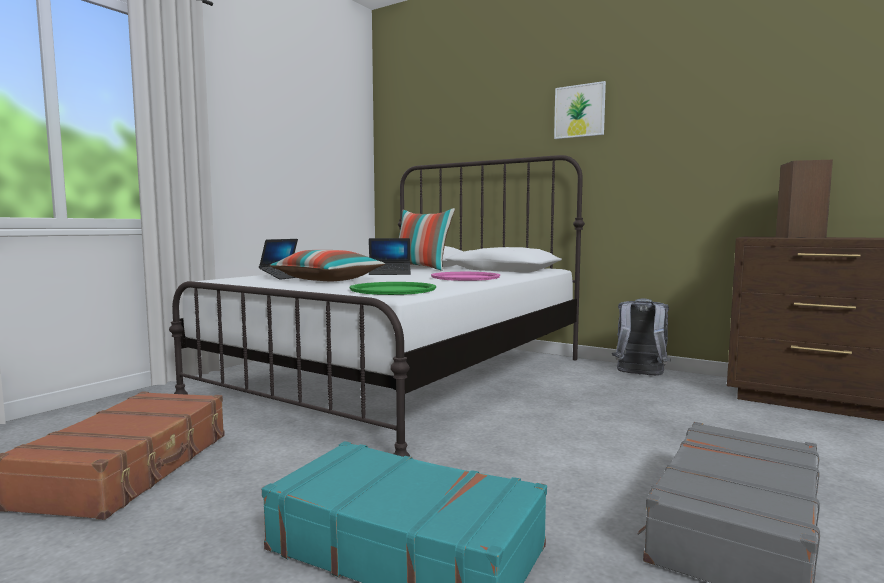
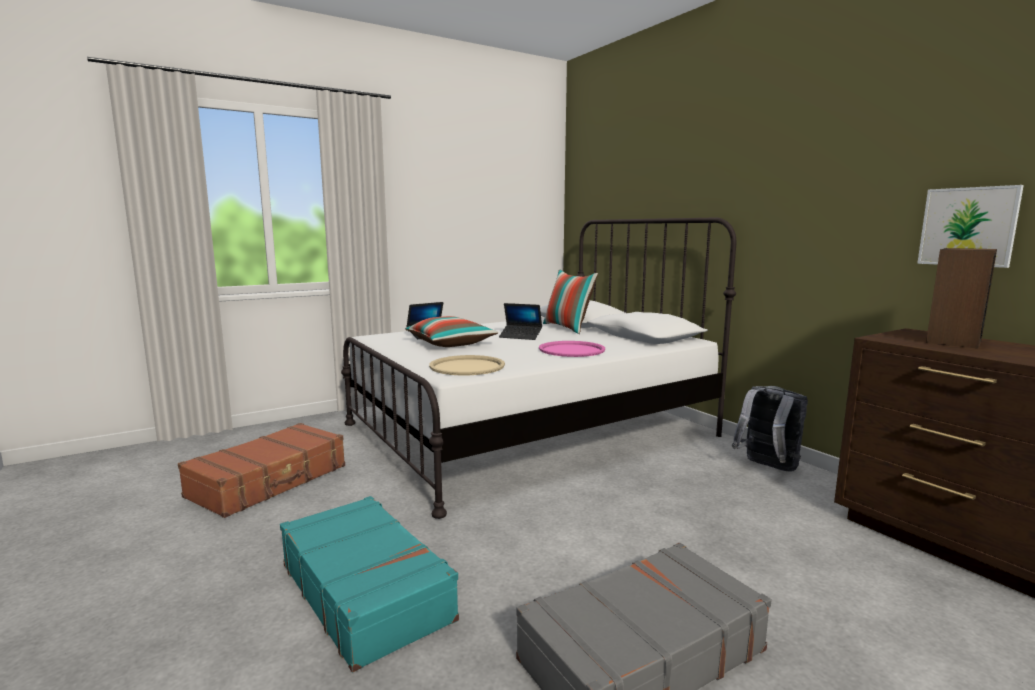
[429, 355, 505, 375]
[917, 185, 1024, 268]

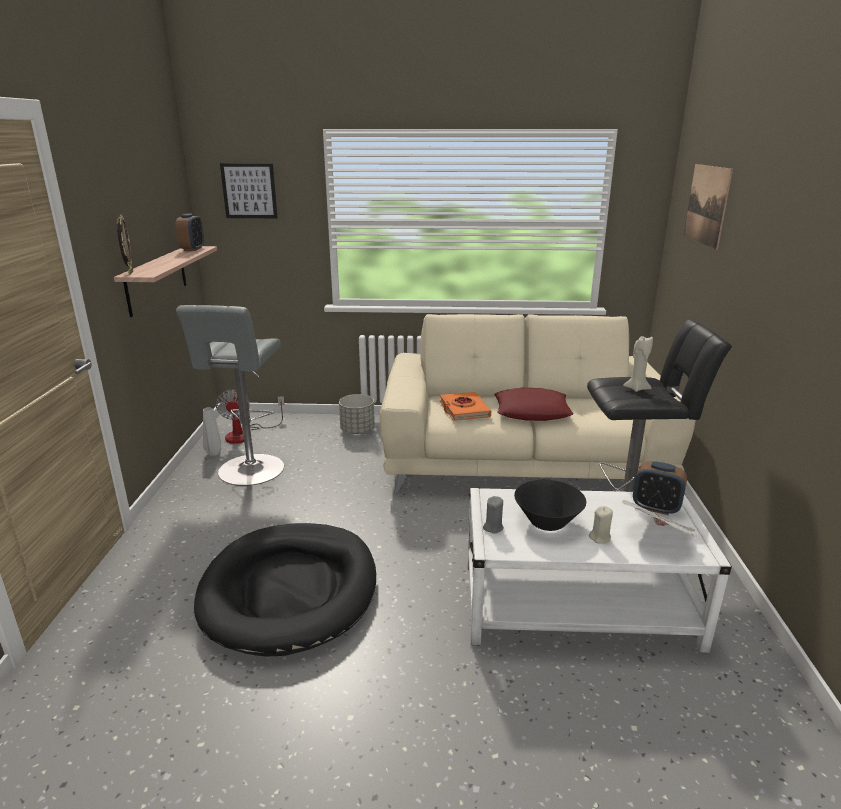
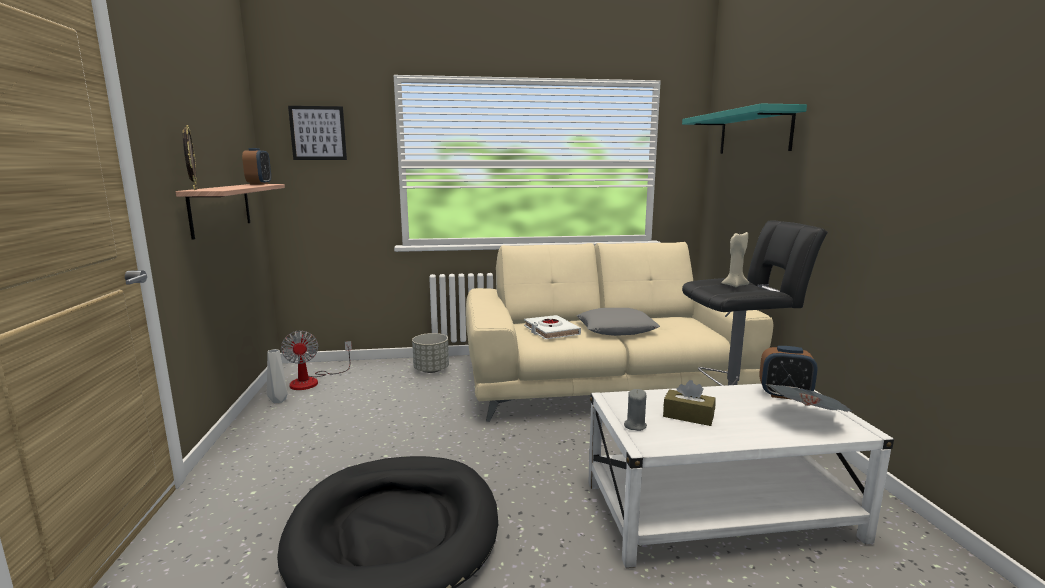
[524, 315, 581, 339]
[577, 308, 660, 336]
[663, 380, 716, 426]
[682, 104, 807, 154]
[176, 305, 284, 486] (first image)
[589, 506, 613, 544] (first image)

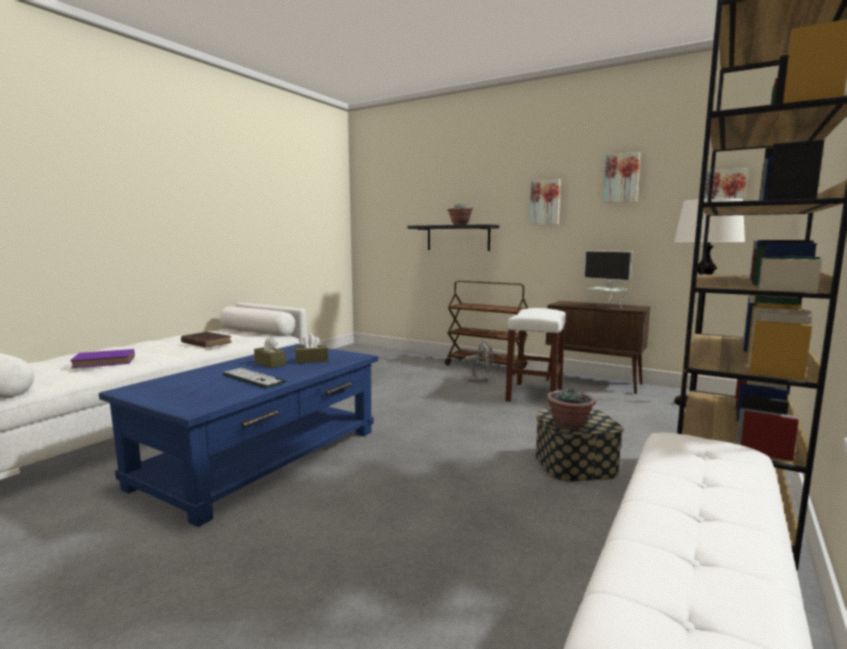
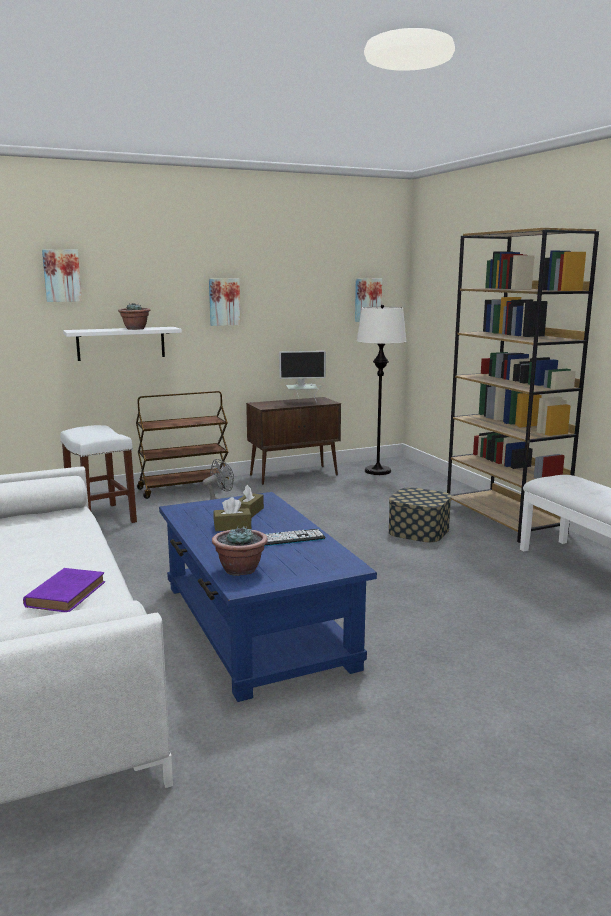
[42, 249, 82, 302]
[60, 425, 137, 523]
[63, 327, 182, 361]
[212, 525, 268, 576]
[181, 332, 232, 348] (first image)

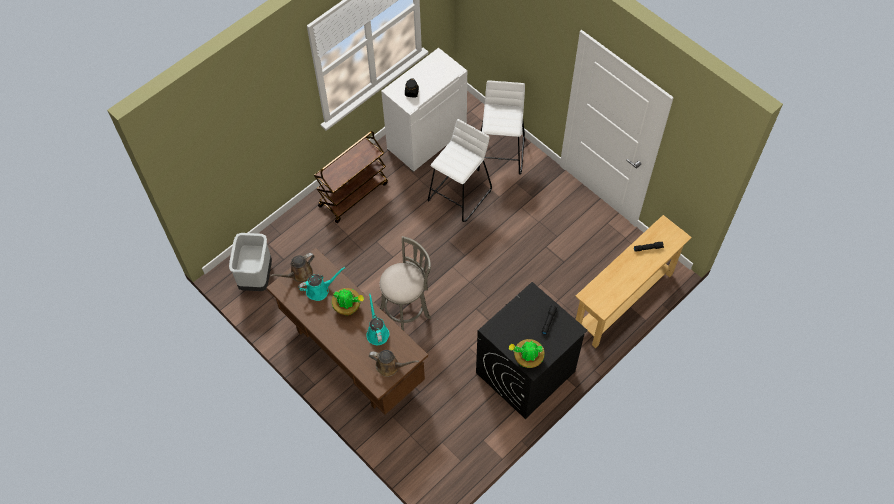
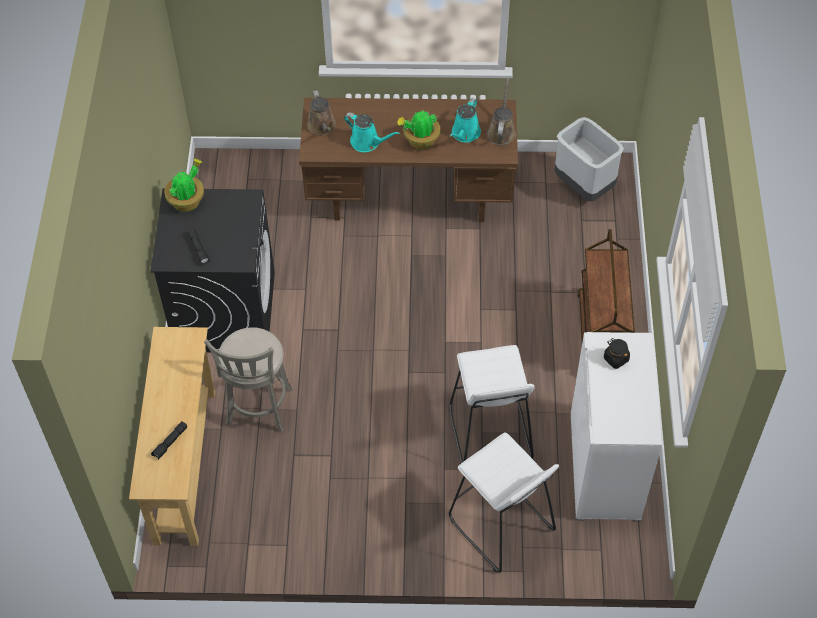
[204, 327, 293, 432]
[307, 90, 336, 135]

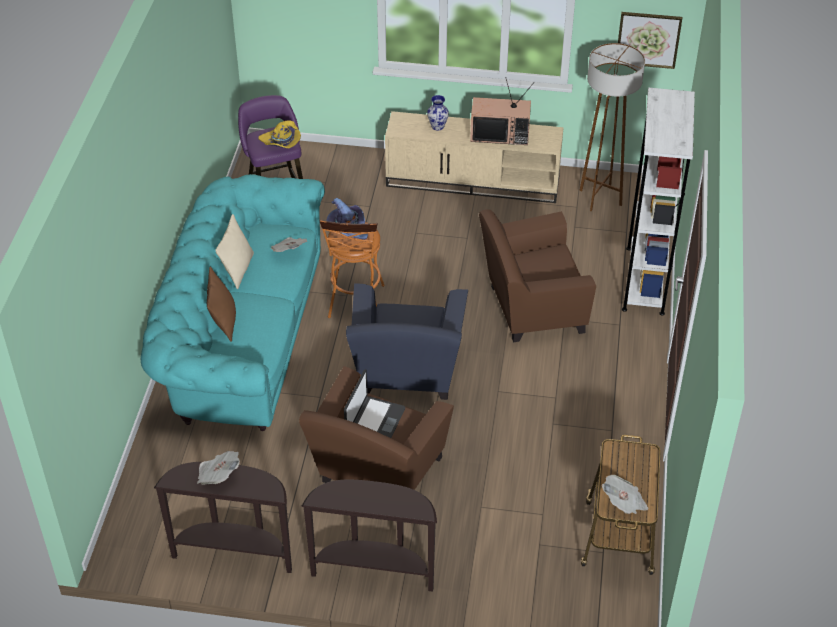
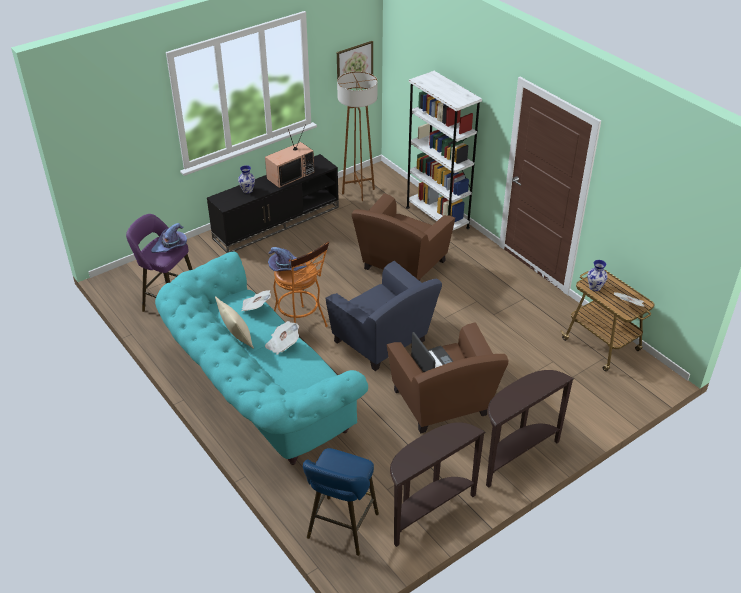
[151, 223, 187, 253]
[207, 154, 339, 253]
[265, 321, 299, 355]
[303, 448, 379, 556]
[587, 260, 608, 291]
[207, 266, 236, 342] (first image)

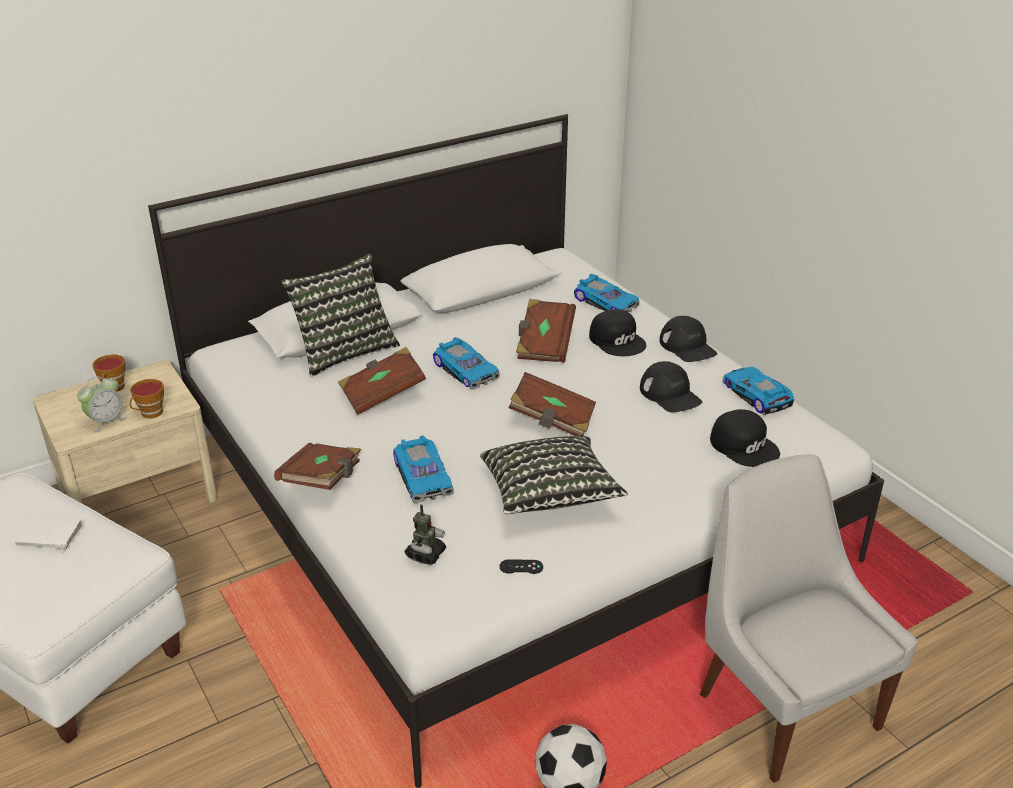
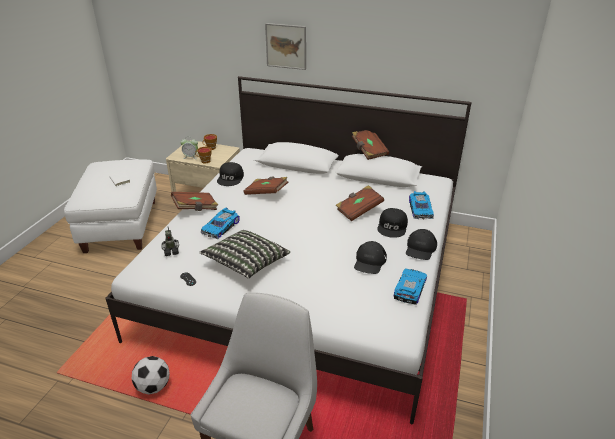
[217, 162, 244, 186]
[265, 23, 306, 70]
[352, 130, 389, 160]
[281, 253, 400, 377] (first image)
[433, 337, 500, 390] (first image)

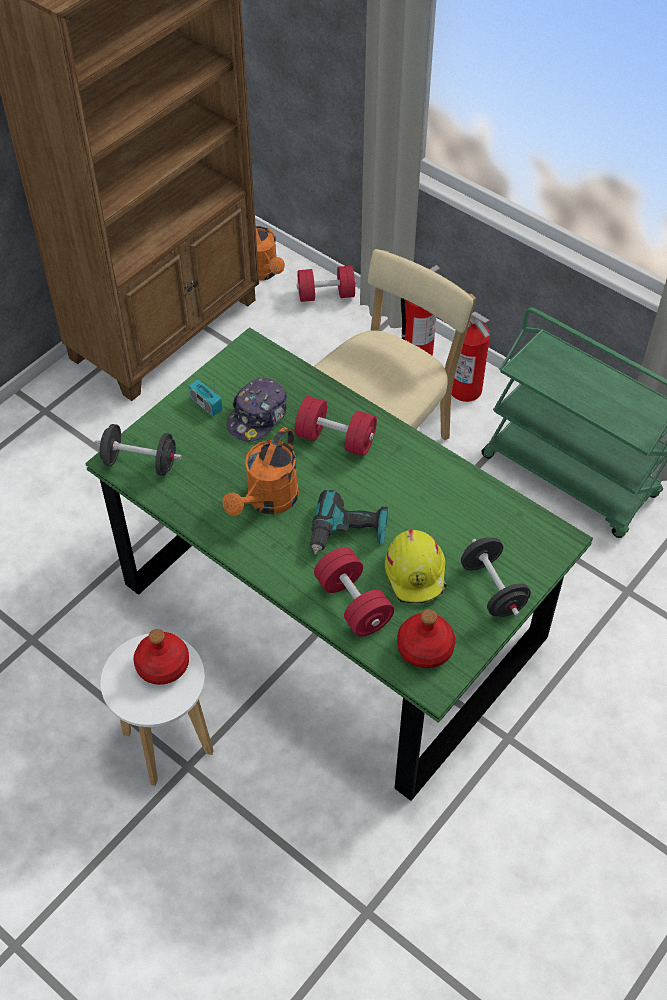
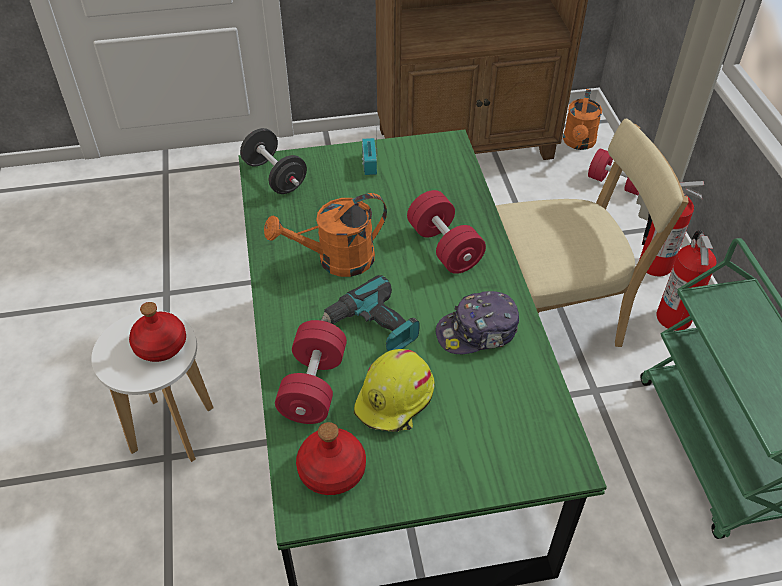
[436, 291, 519, 354]
[461, 538, 531, 617] (first image)

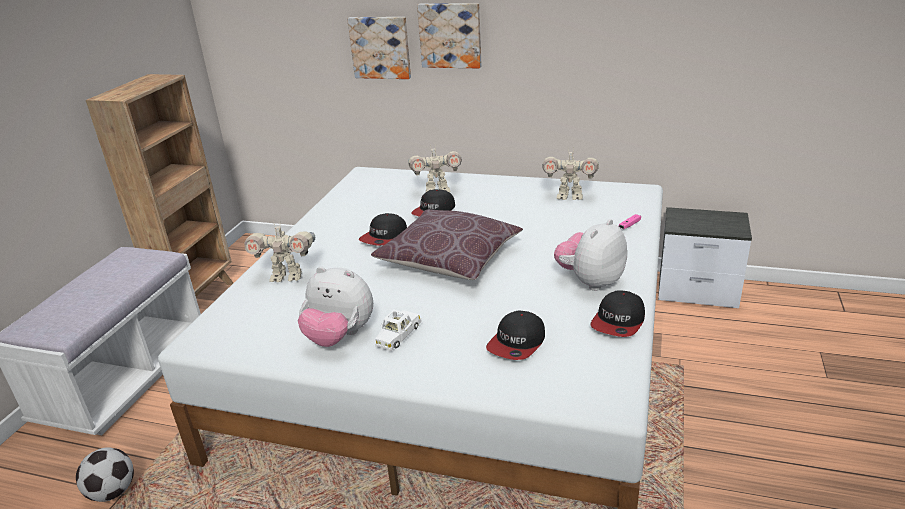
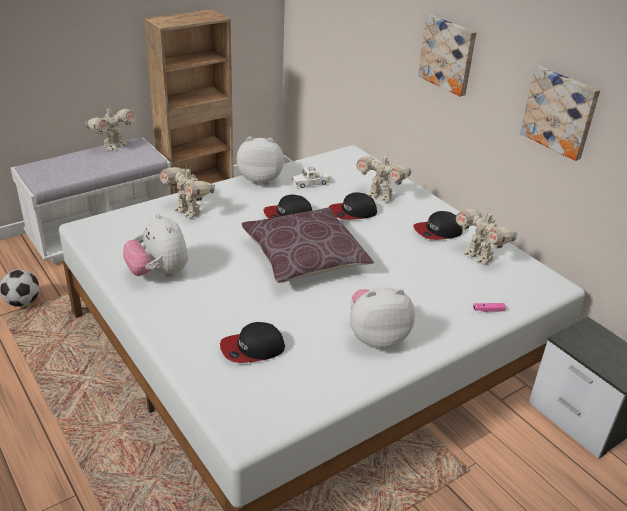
[85, 106, 136, 151]
[237, 137, 284, 185]
[292, 166, 330, 188]
[413, 211, 463, 240]
[520, 66, 600, 161]

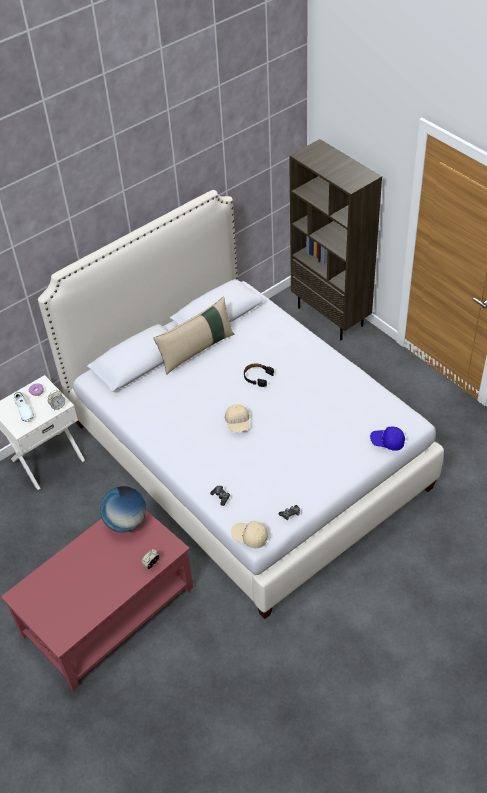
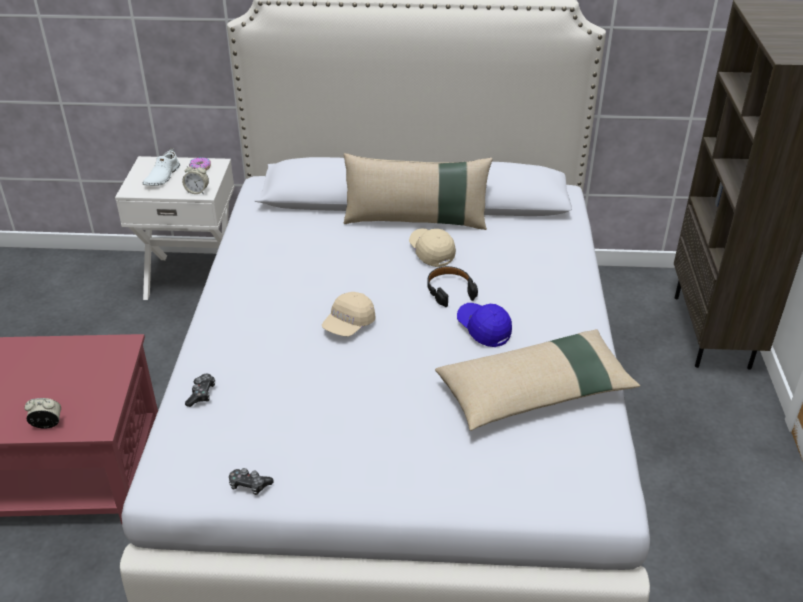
[409, 229, 456, 267]
[435, 329, 640, 431]
[457, 303, 512, 347]
[100, 486, 146, 533] (first image)

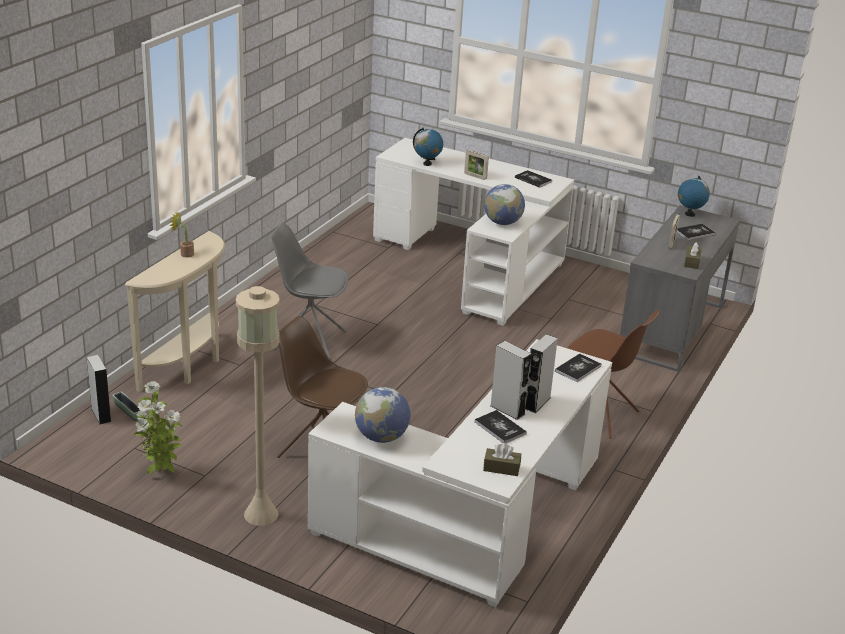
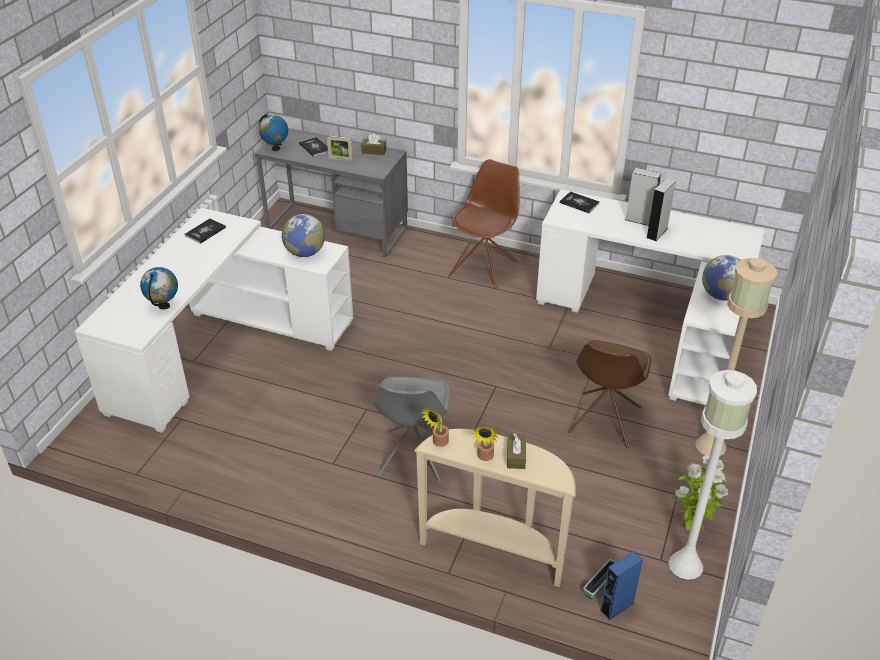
[421, 408, 449, 447]
[507, 434, 526, 469]
[600, 551, 643, 620]
[668, 370, 757, 580]
[464, 150, 489, 180] (first image)
[474, 410, 527, 443] (first image)

